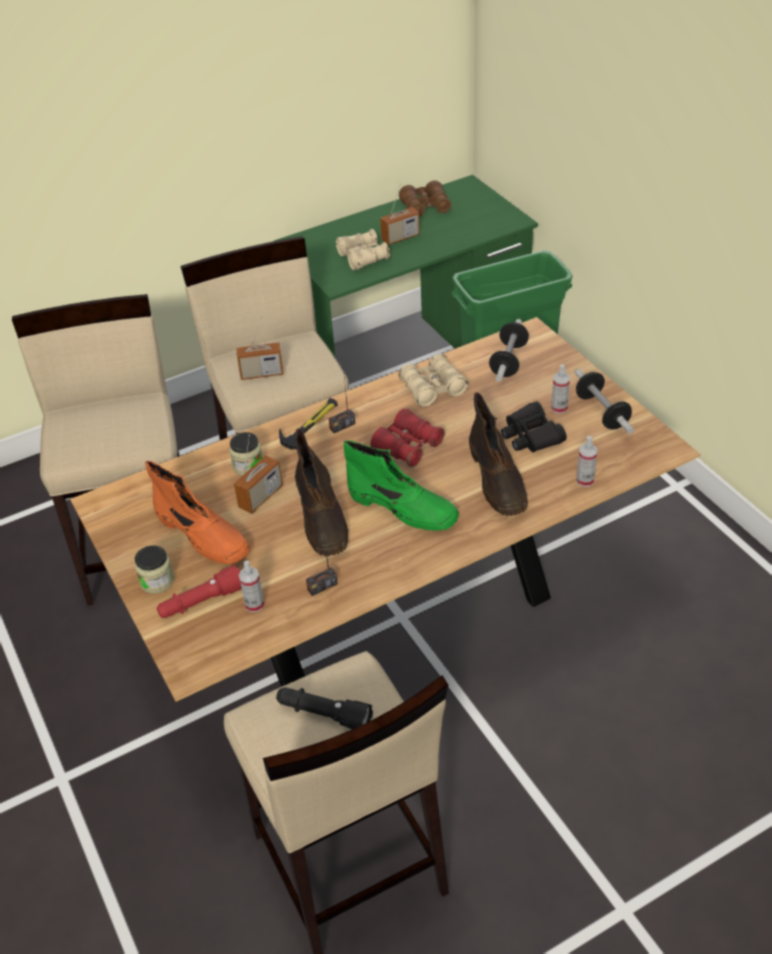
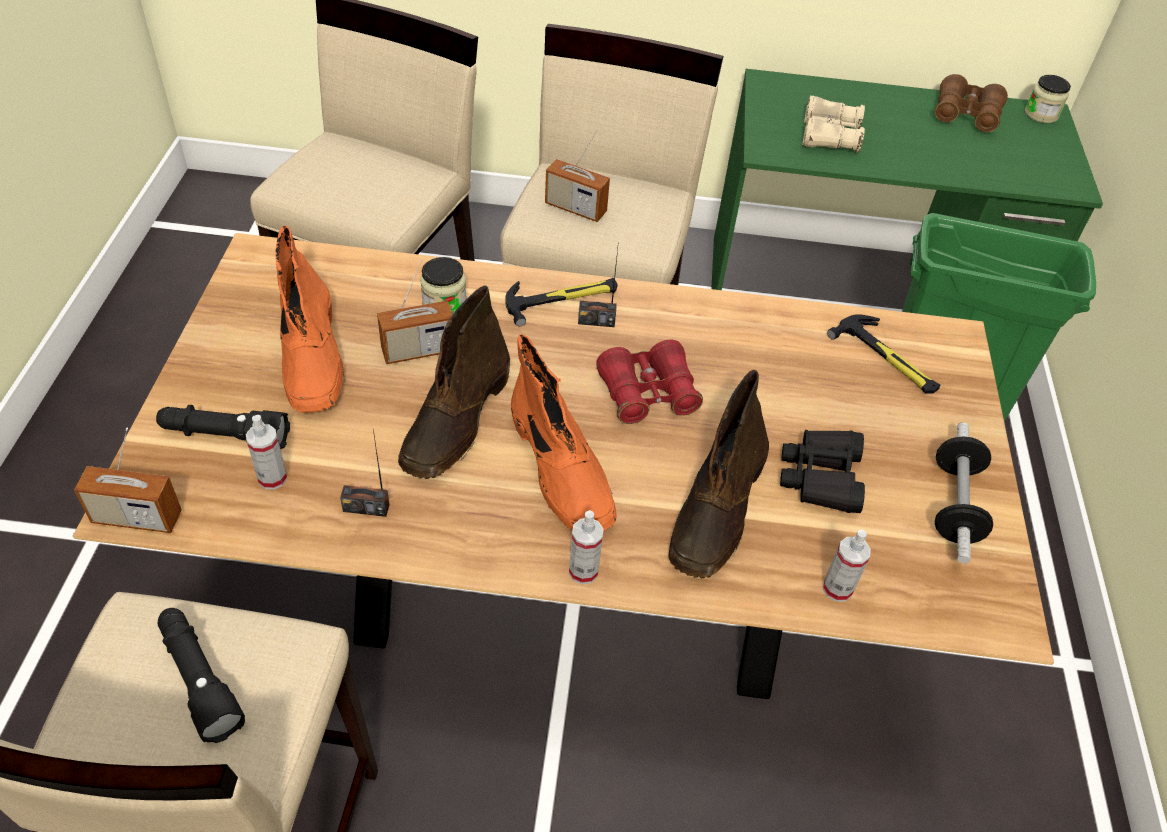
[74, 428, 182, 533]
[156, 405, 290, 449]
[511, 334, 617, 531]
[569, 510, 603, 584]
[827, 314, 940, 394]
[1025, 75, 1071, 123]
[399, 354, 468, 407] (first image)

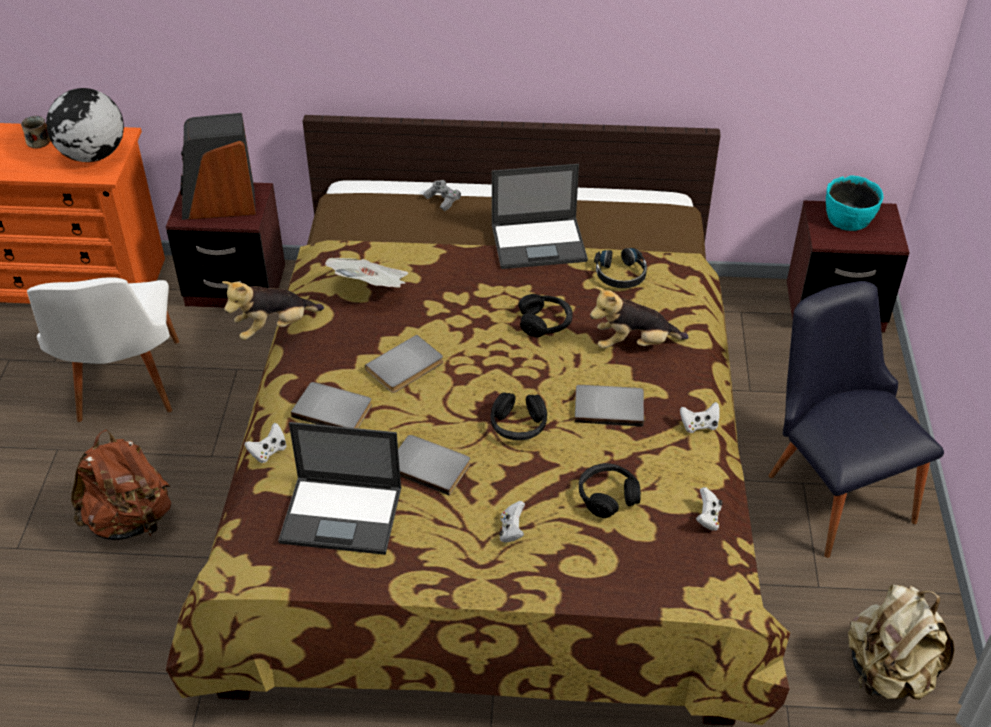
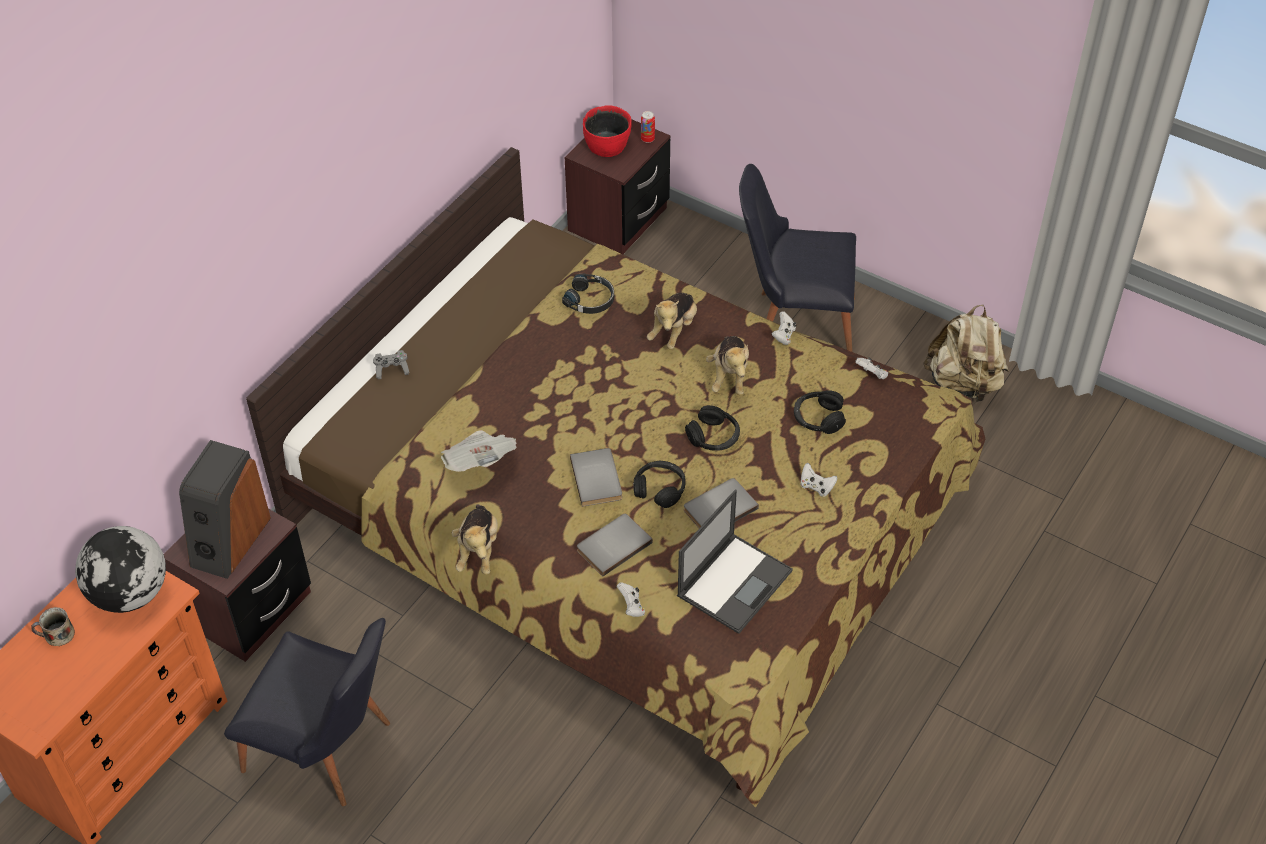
[224, 618, 390, 806]
[583, 105, 632, 157]
[633, 461, 686, 508]
[641, 111, 655, 143]
[706, 336, 749, 395]
[71, 429, 171, 540] (first image)
[492, 164, 588, 269] (first image)

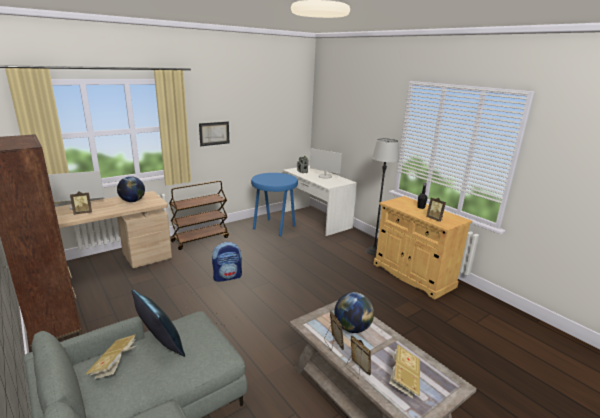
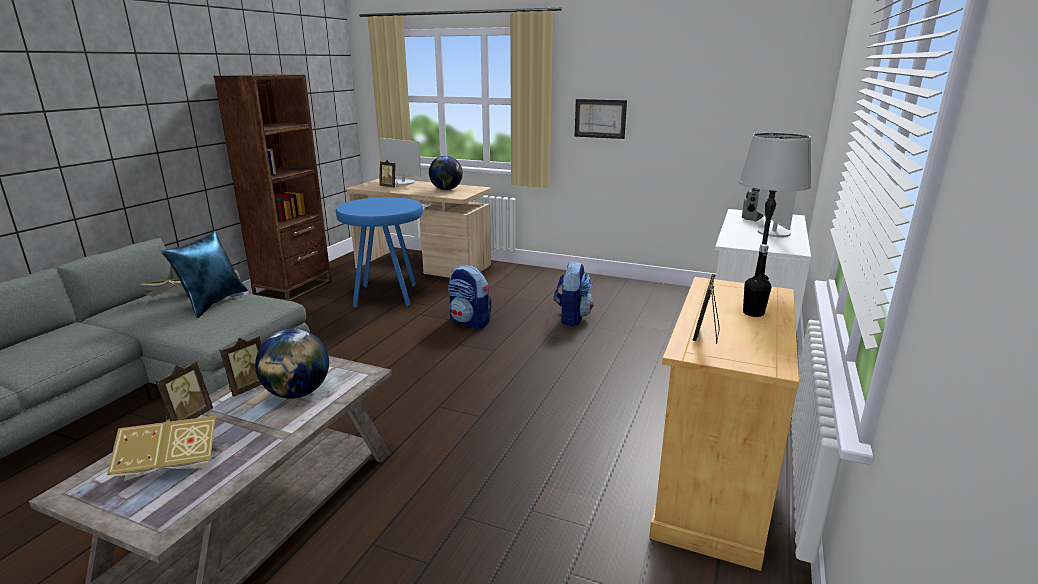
[336, 197, 423, 308]
[554, 261, 594, 326]
[169, 181, 229, 250] (first image)

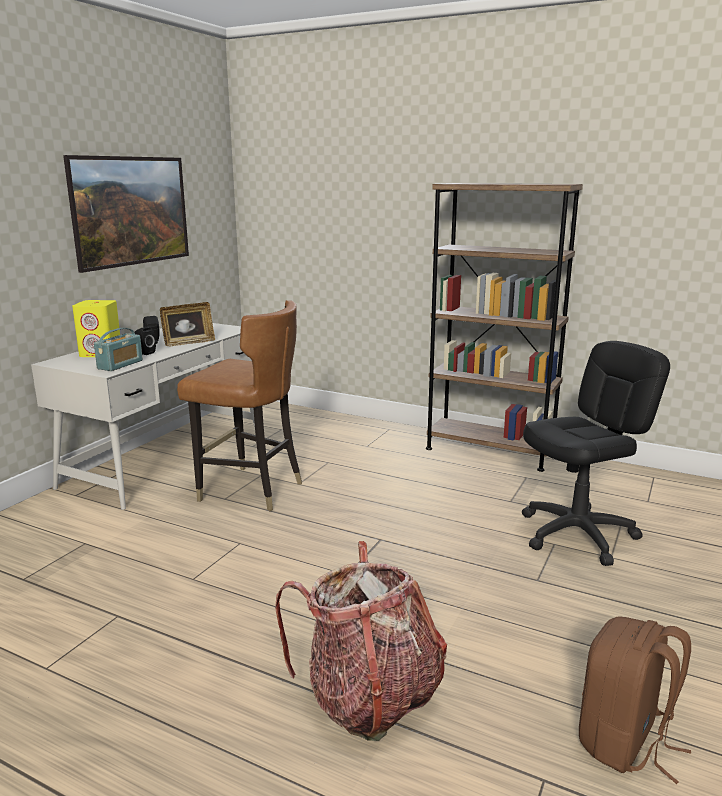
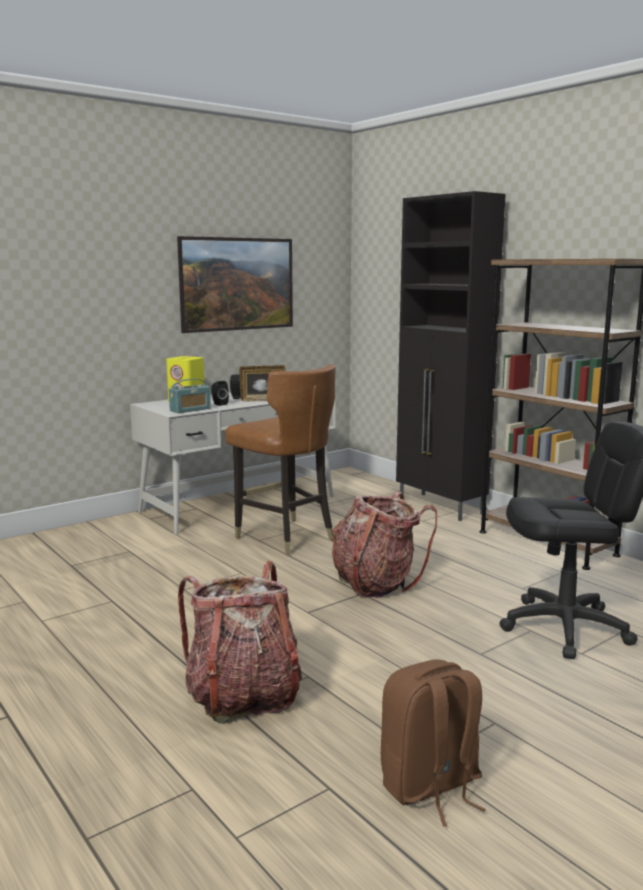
[331, 492, 437, 598]
[396, 191, 506, 521]

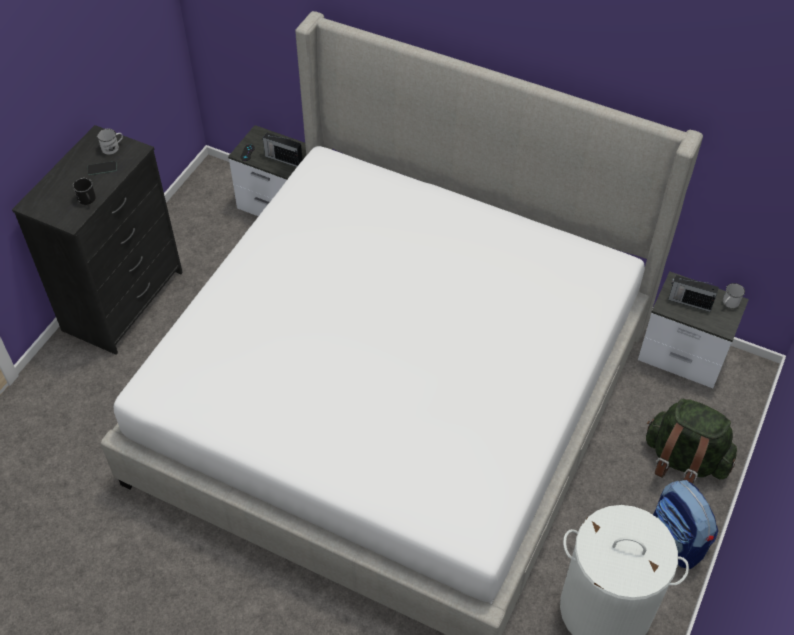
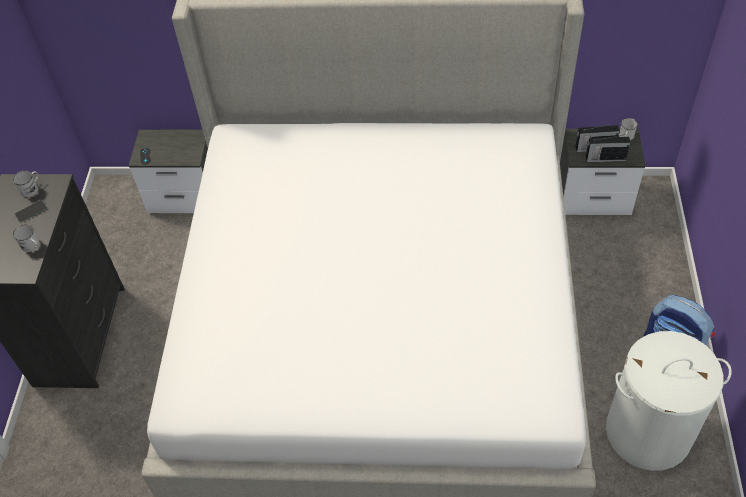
[13, 225, 39, 252]
[586, 134, 631, 162]
[646, 399, 737, 484] (first image)

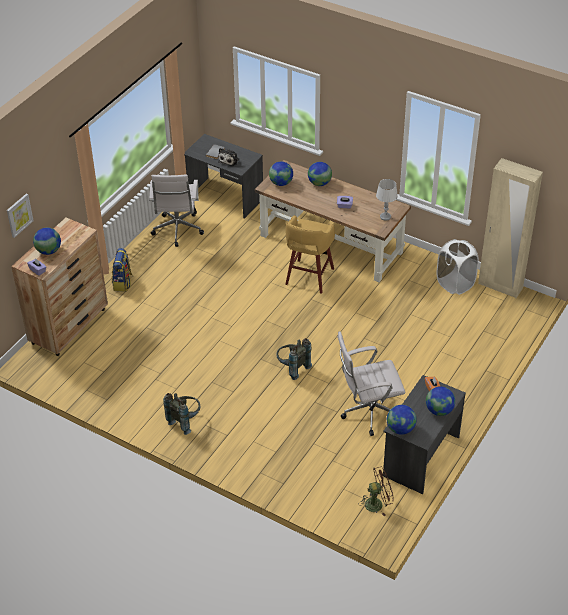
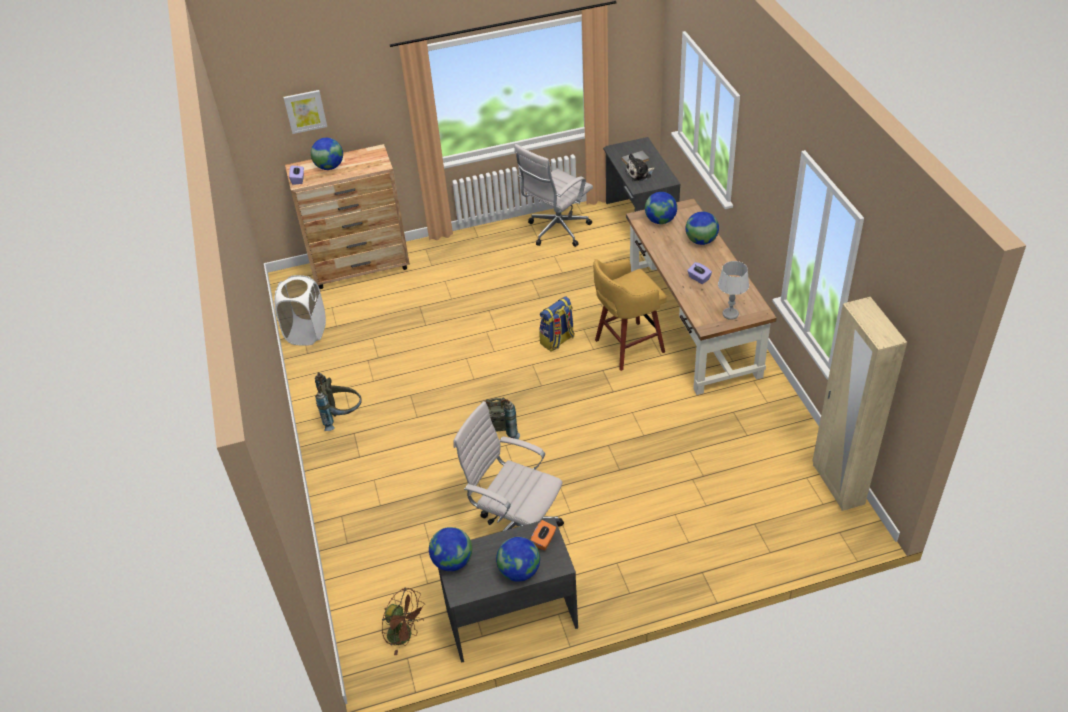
[274, 275, 326, 346]
[539, 297, 575, 351]

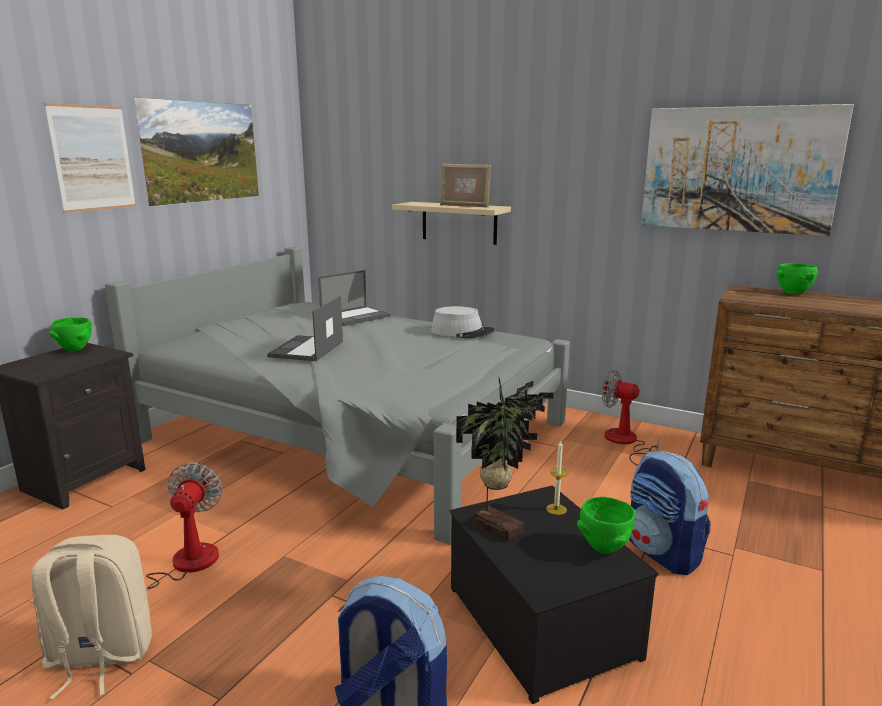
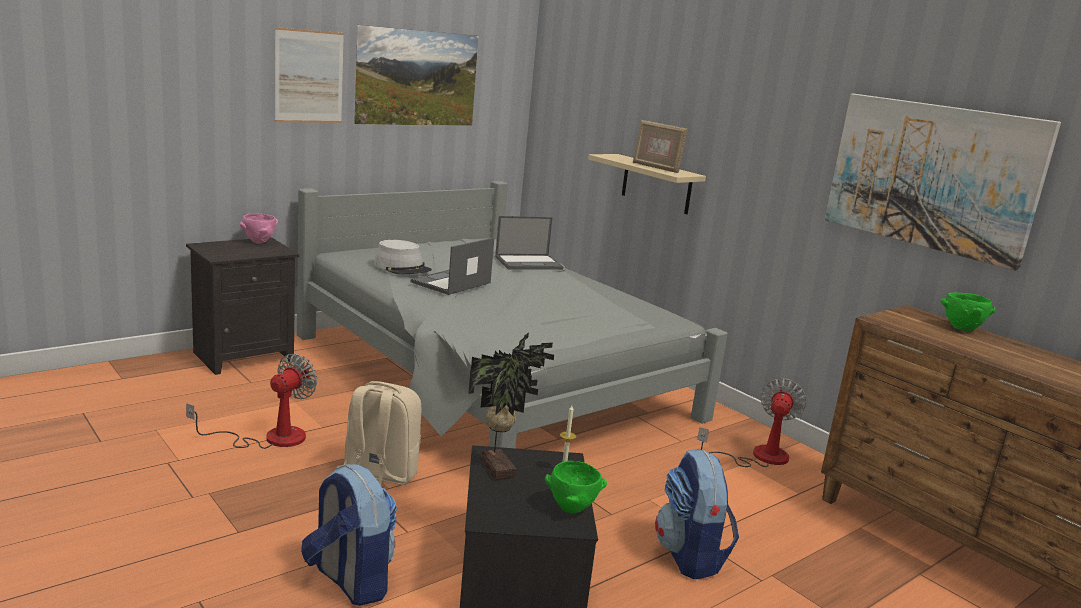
[240, 213, 278, 243]
[344, 381, 421, 485]
[374, 240, 432, 274]
[697, 378, 806, 467]

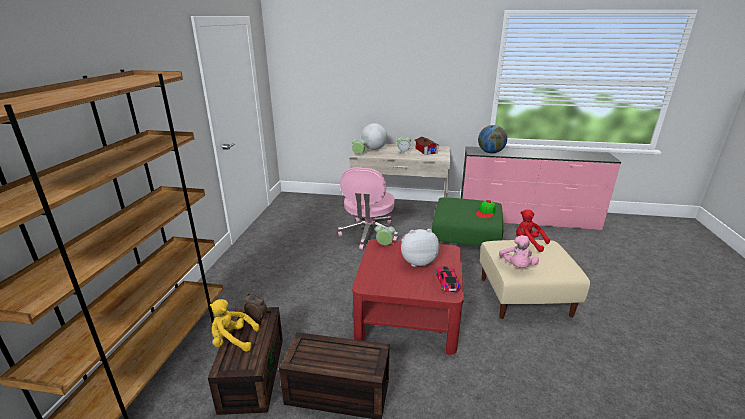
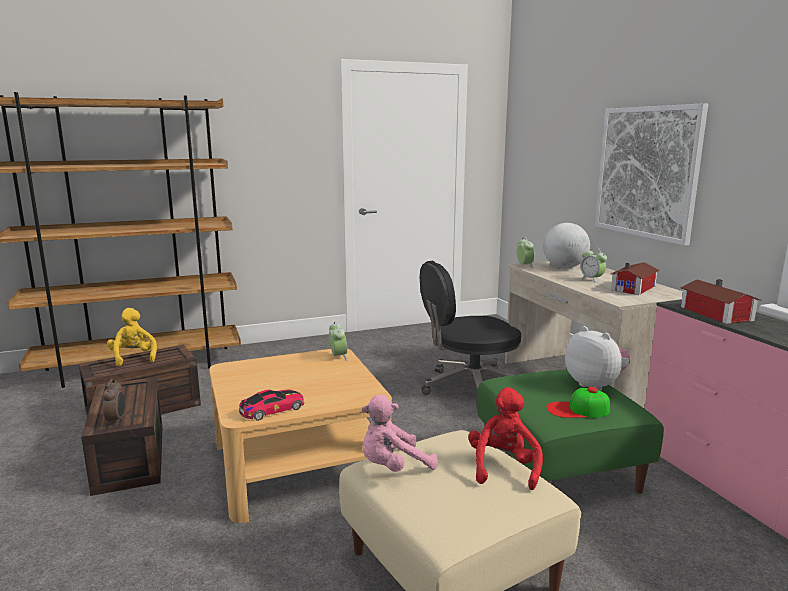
[103, 379, 125, 424]
[209, 349, 392, 523]
[420, 261, 521, 406]
[565, 326, 631, 391]
[595, 103, 708, 246]
[681, 279, 761, 324]

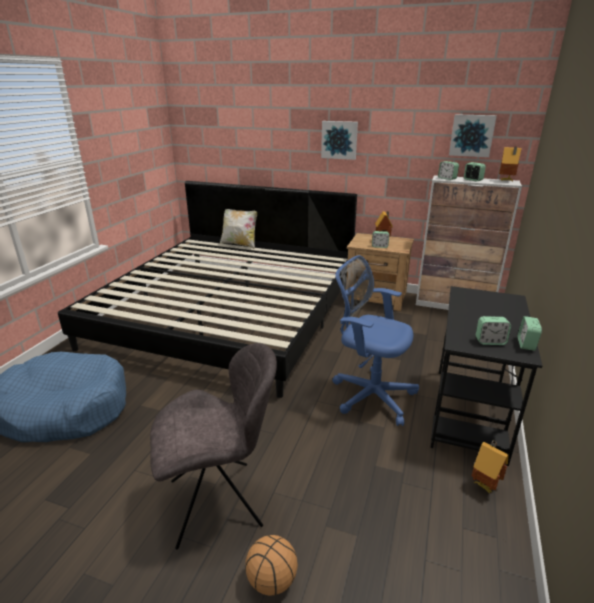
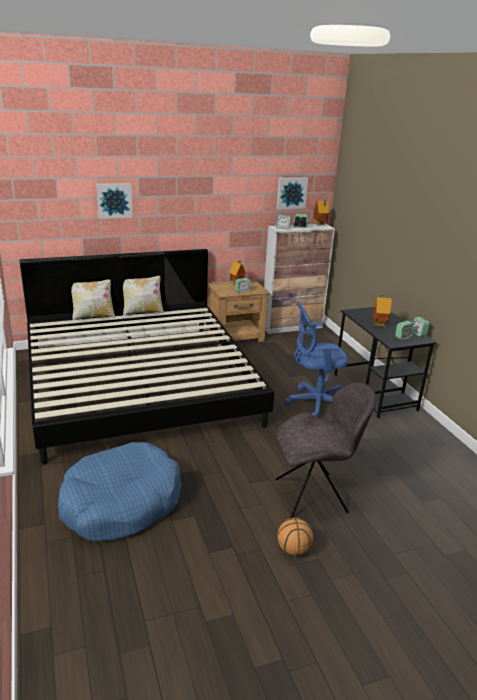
[96, 183, 133, 219]
[123, 276, 164, 316]
[276, 382, 376, 518]
[277, 518, 313, 555]
[373, 295, 392, 327]

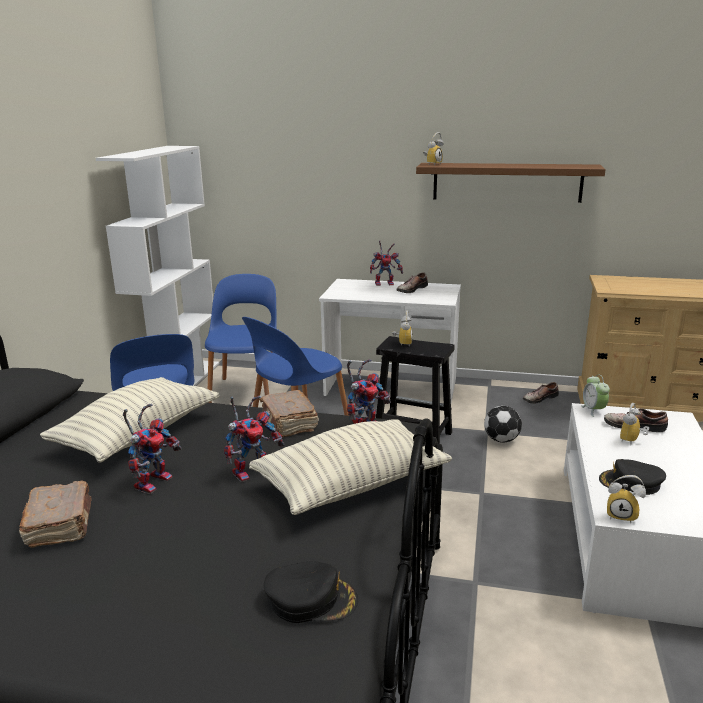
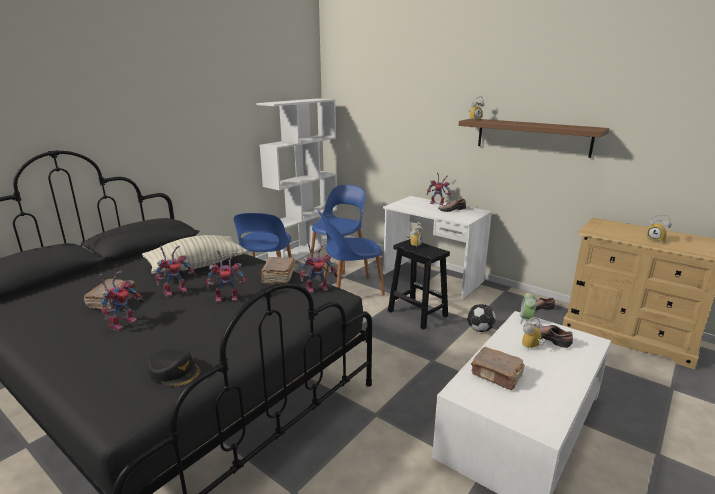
[100, 271, 145, 331]
[471, 347, 525, 390]
[646, 214, 672, 243]
[249, 419, 452, 515] (first image)

